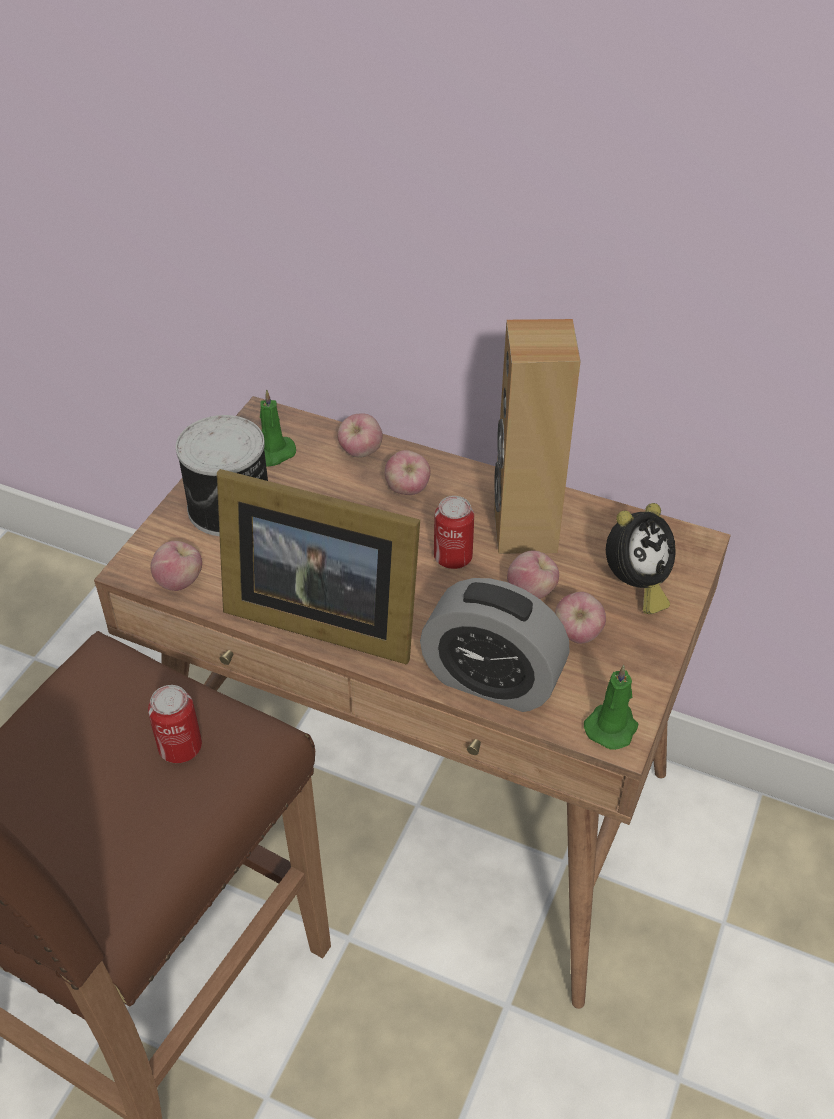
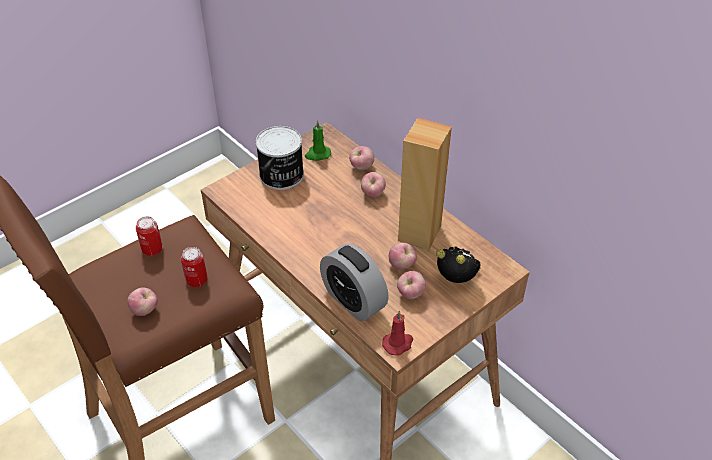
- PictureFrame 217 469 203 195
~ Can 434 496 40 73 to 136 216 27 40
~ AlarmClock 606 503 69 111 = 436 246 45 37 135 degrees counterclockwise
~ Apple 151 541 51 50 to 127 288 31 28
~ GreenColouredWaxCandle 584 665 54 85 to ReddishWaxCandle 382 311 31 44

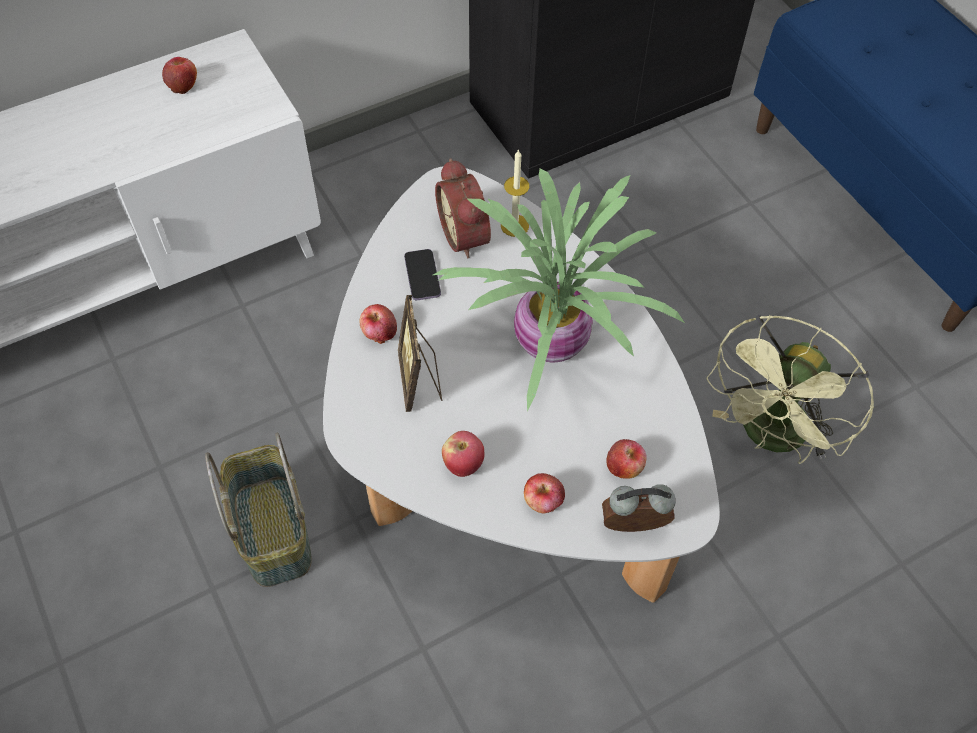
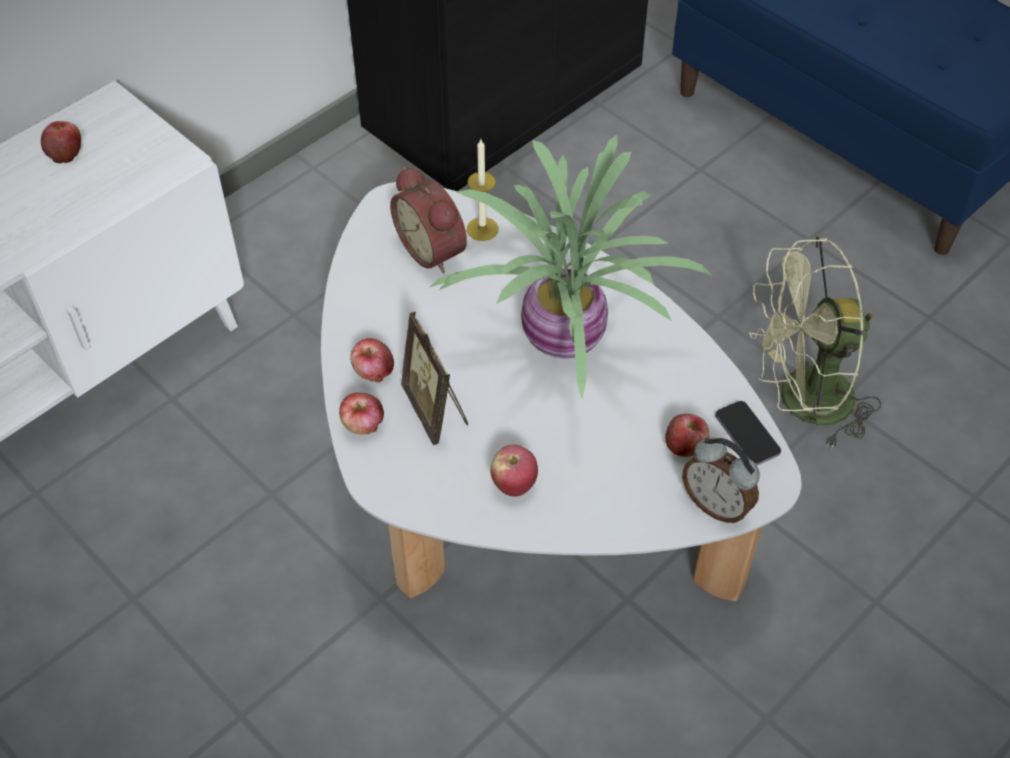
~ Handset 404 249 37 51 to 715 401 66 64
~ GreenColouredCoolingFan 706 315 168 149 = 749 237 132 213 60 degrees clockwise
- StorageBasket 205 433 107 154
~ Apple 524 473 41 40 to 339 392 45 43
~ AlarmClock 602 484 74 48 = 682 437 78 86 120 degrees counterclockwise

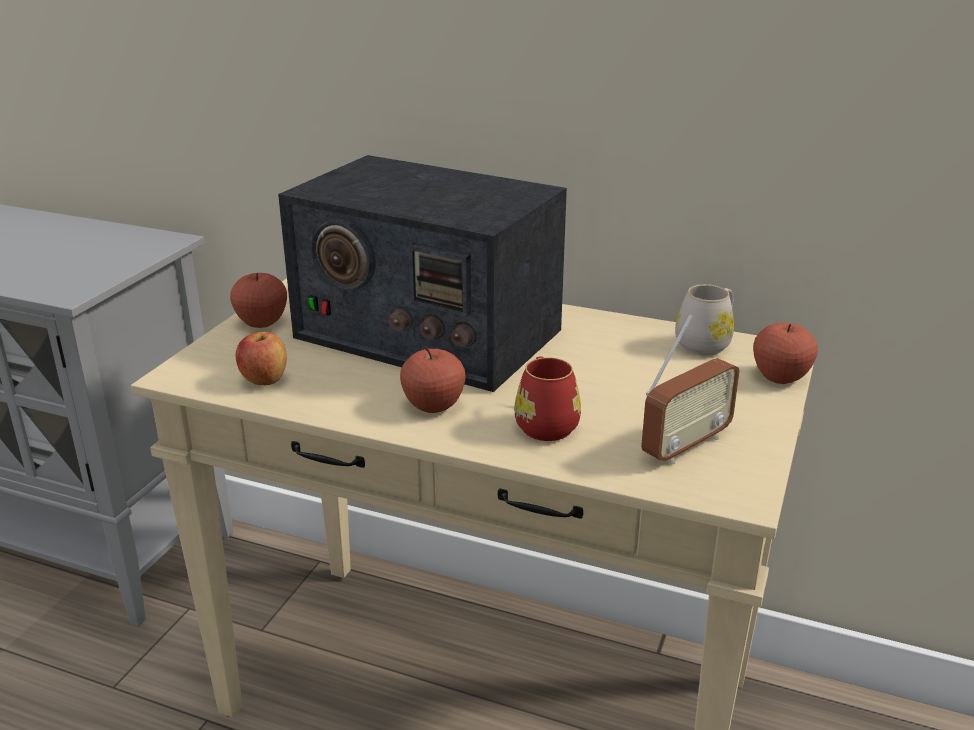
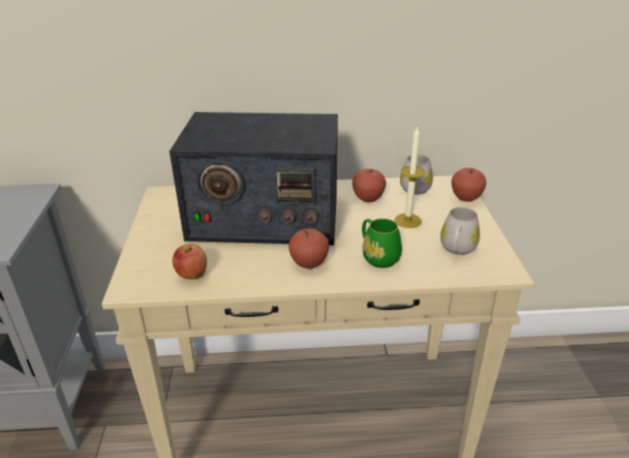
~ Apple 230 273 57 55 to 352 169 34 33
~ Radio 641 314 99 150 to WhitishTeaMug 440 207 40 48
~ ReddishTeaMug 514 356 67 85 to GreenColouredTeaMug 362 218 40 50
+ WaxCandle 395 126 30 102

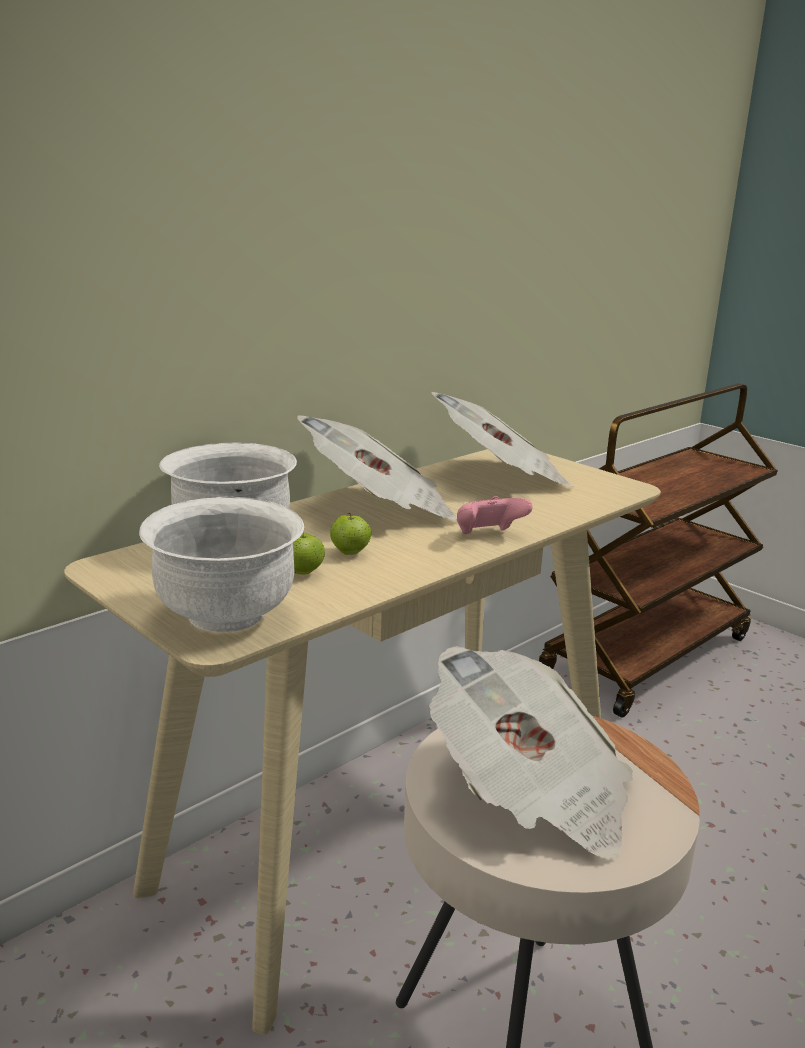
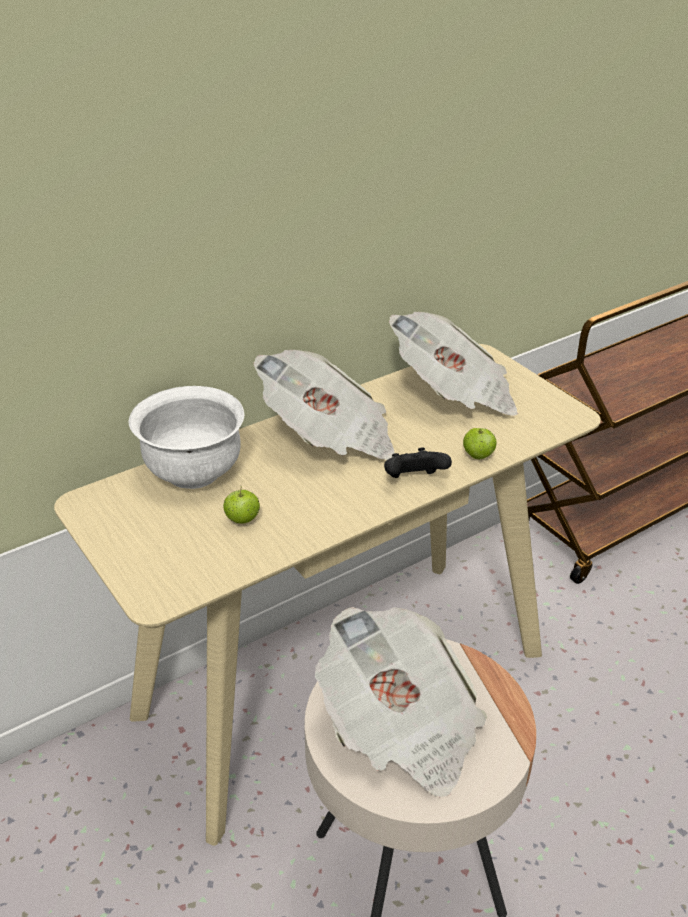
~ PinkJoypad 457 496 76 38 to BlackJoypad 384 447 68 31
- WhitishDeepDish 139 497 165 135
~ Apple 330 513 41 42 to 463 428 34 31

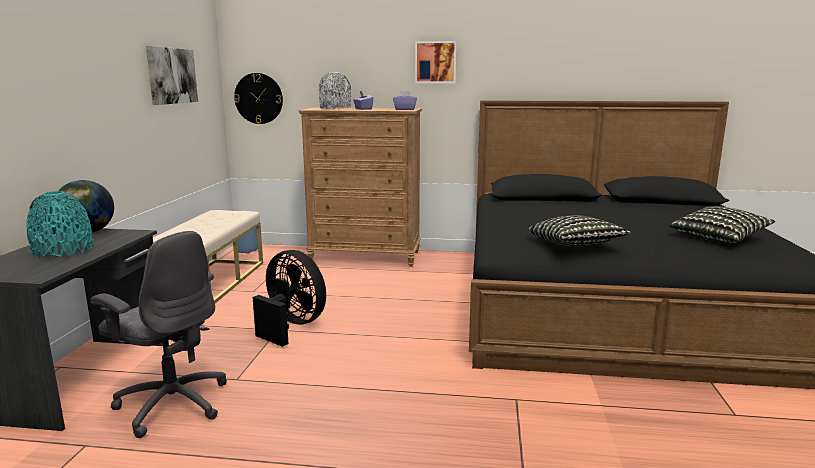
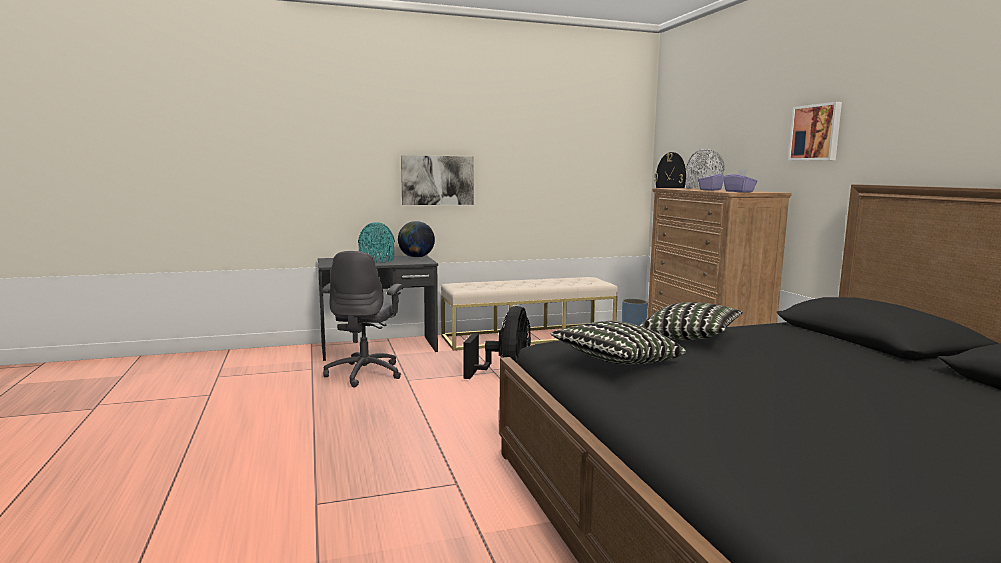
~ Picture 146 46 52 59 to 401 155 73 50
~ ThrowPillow 669 206 106 38 to 640 302 103 38

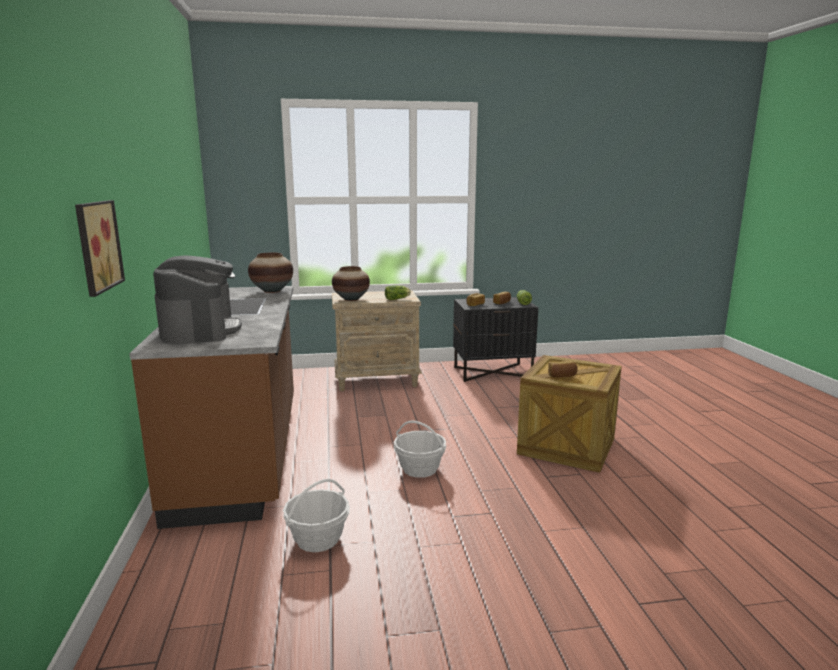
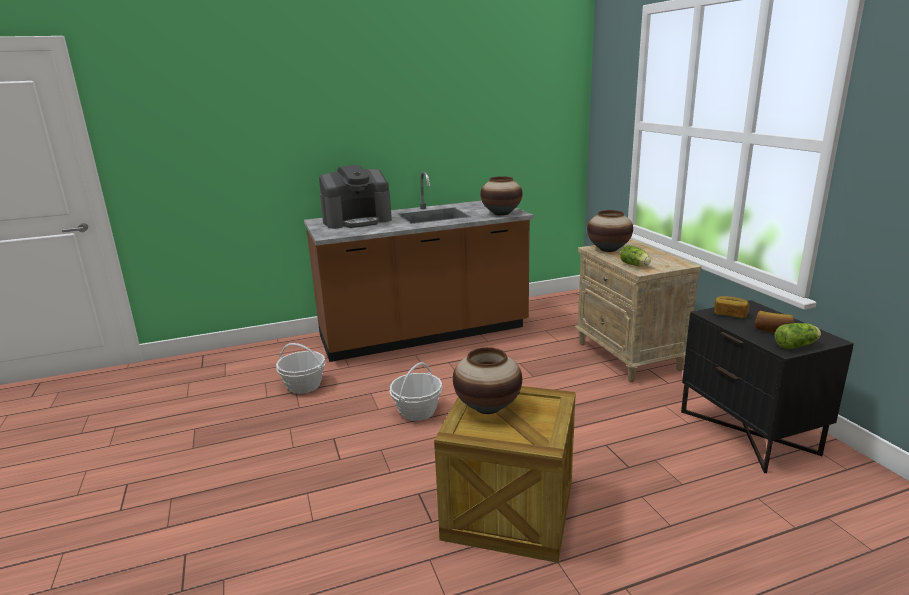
- Picture 75 200 50 97
~ Bread 548 361 30 17 to DecorativeVase 453 347 69 67

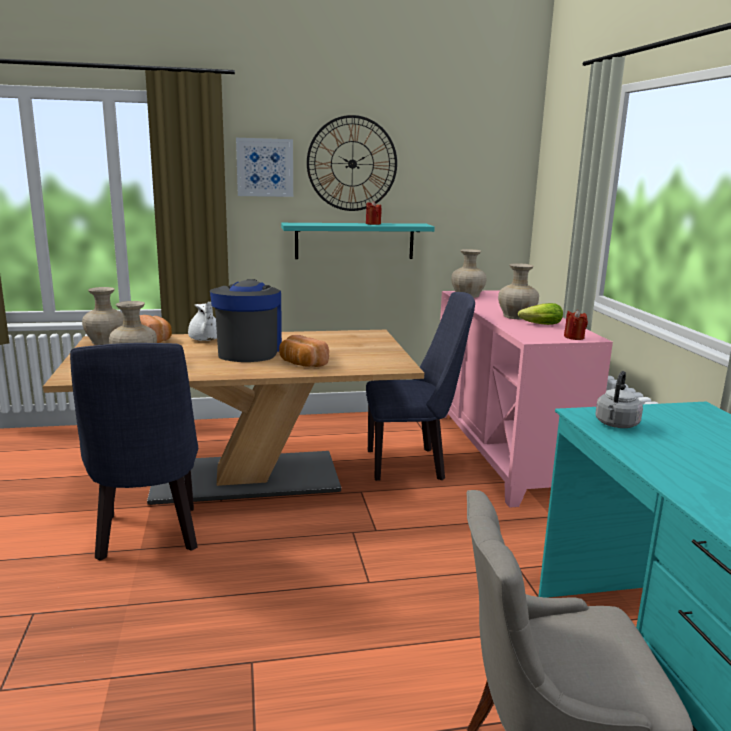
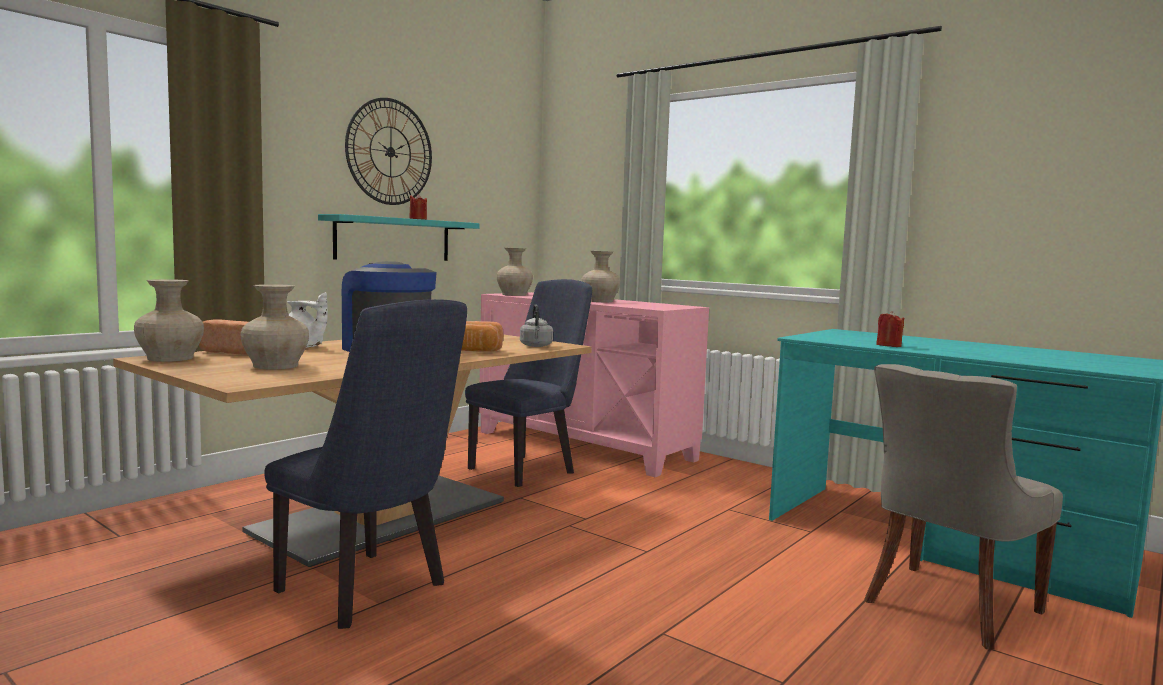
- Picture 236 138 57 59
- LettuceHead 518 303 45 22
~ ReddishWaxCandle 564 310 24 30 to 876 311 28 36
~ GreyWaterKettle 595 371 48 57 to 520 304 33 43

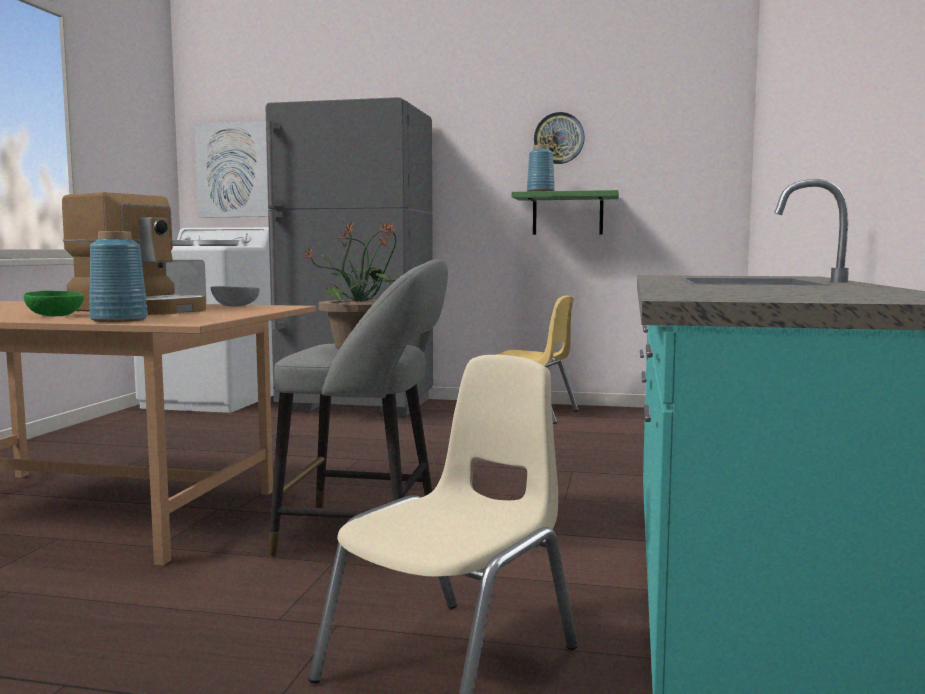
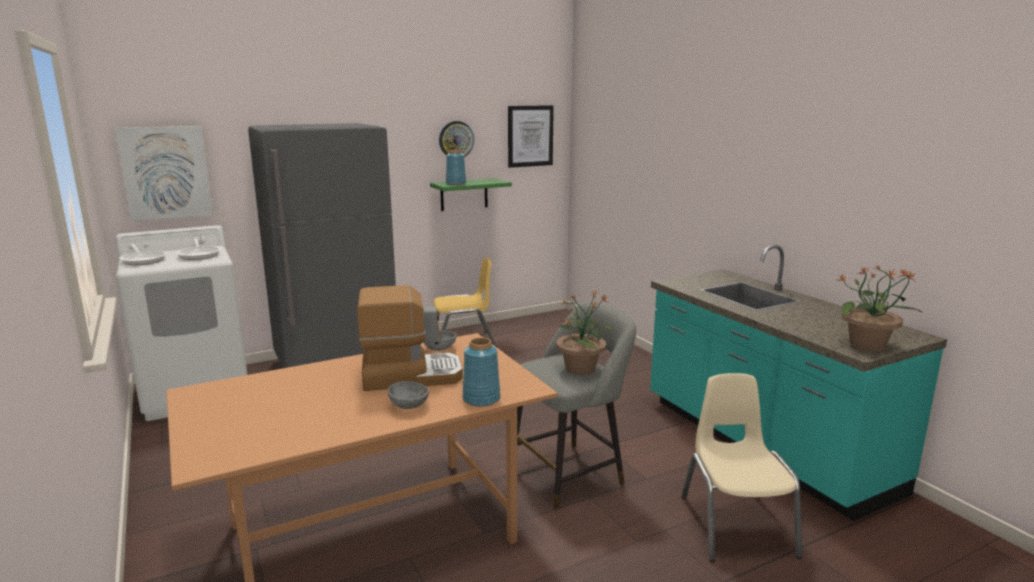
~ GreenColouredDeepDish 24 290 60 26 to GreyDeepDish 388 381 41 28
+ Picture 508 105 46 63
+ Houseplant 836 265 87 86

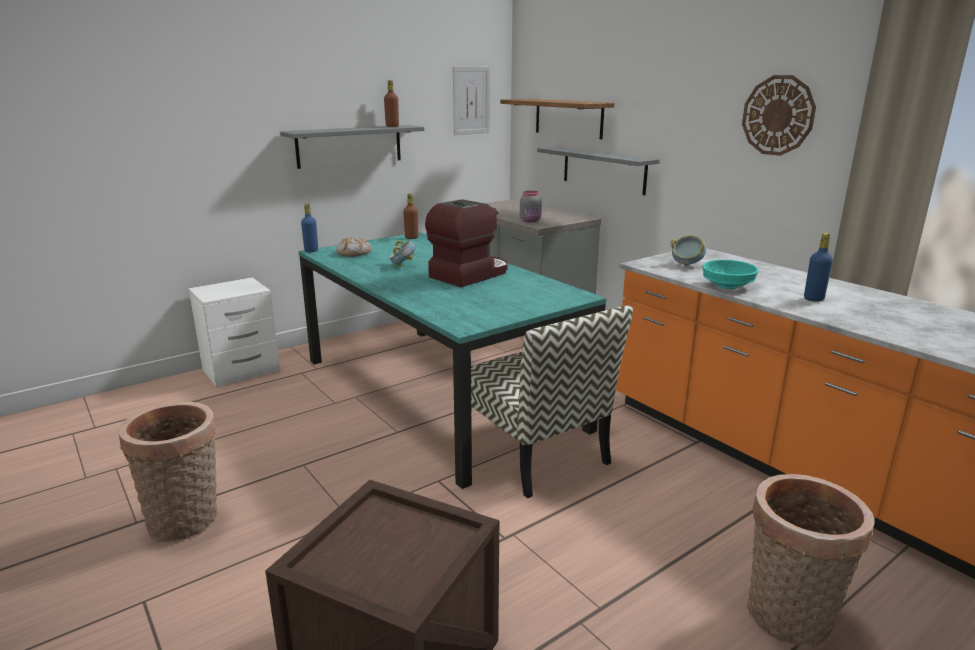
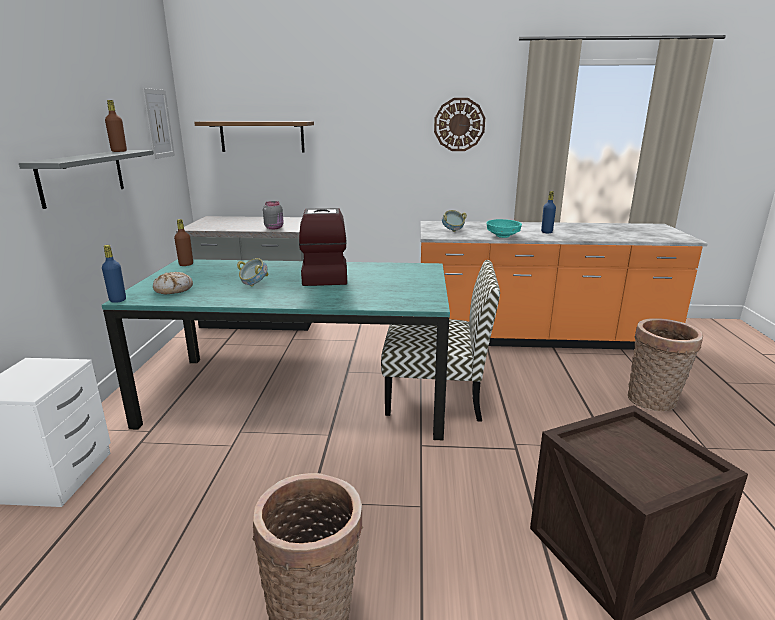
- GreyWallShelf 537 146 123 49

